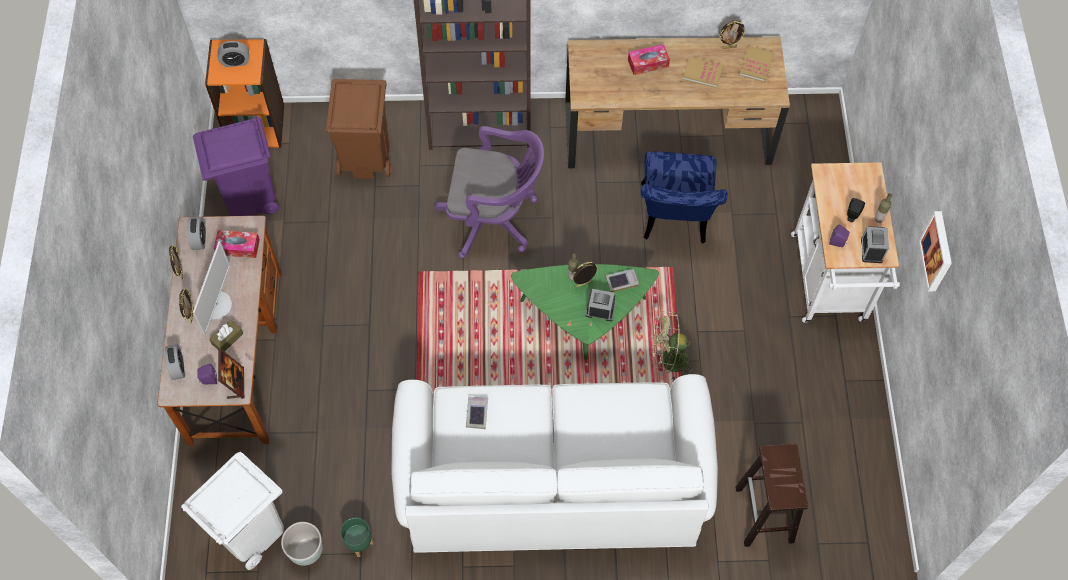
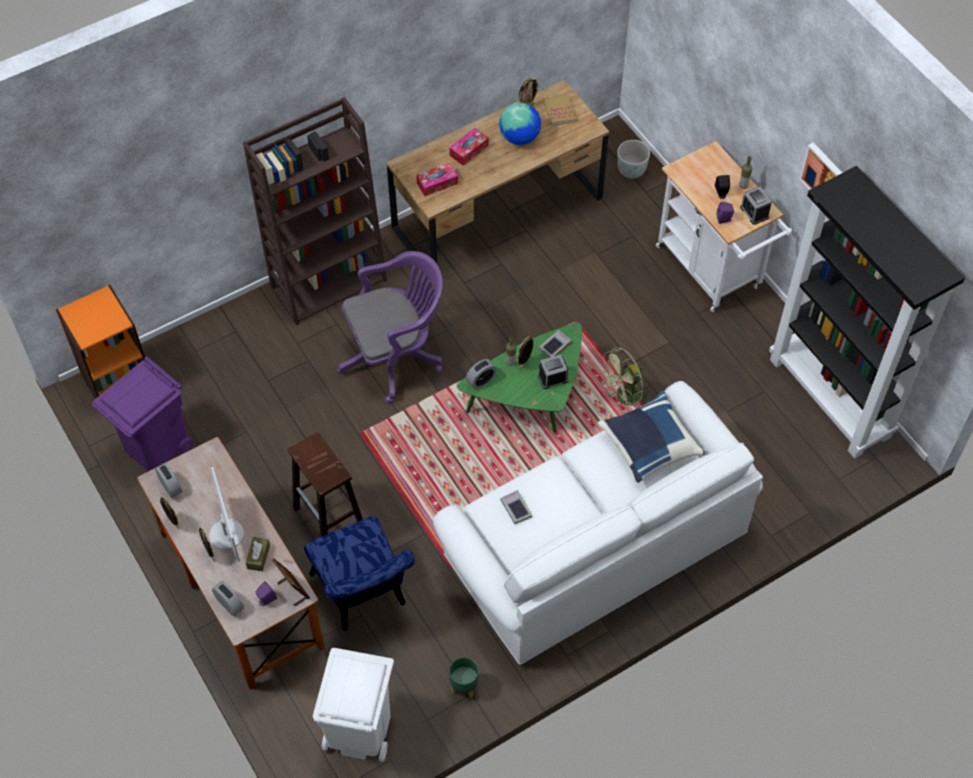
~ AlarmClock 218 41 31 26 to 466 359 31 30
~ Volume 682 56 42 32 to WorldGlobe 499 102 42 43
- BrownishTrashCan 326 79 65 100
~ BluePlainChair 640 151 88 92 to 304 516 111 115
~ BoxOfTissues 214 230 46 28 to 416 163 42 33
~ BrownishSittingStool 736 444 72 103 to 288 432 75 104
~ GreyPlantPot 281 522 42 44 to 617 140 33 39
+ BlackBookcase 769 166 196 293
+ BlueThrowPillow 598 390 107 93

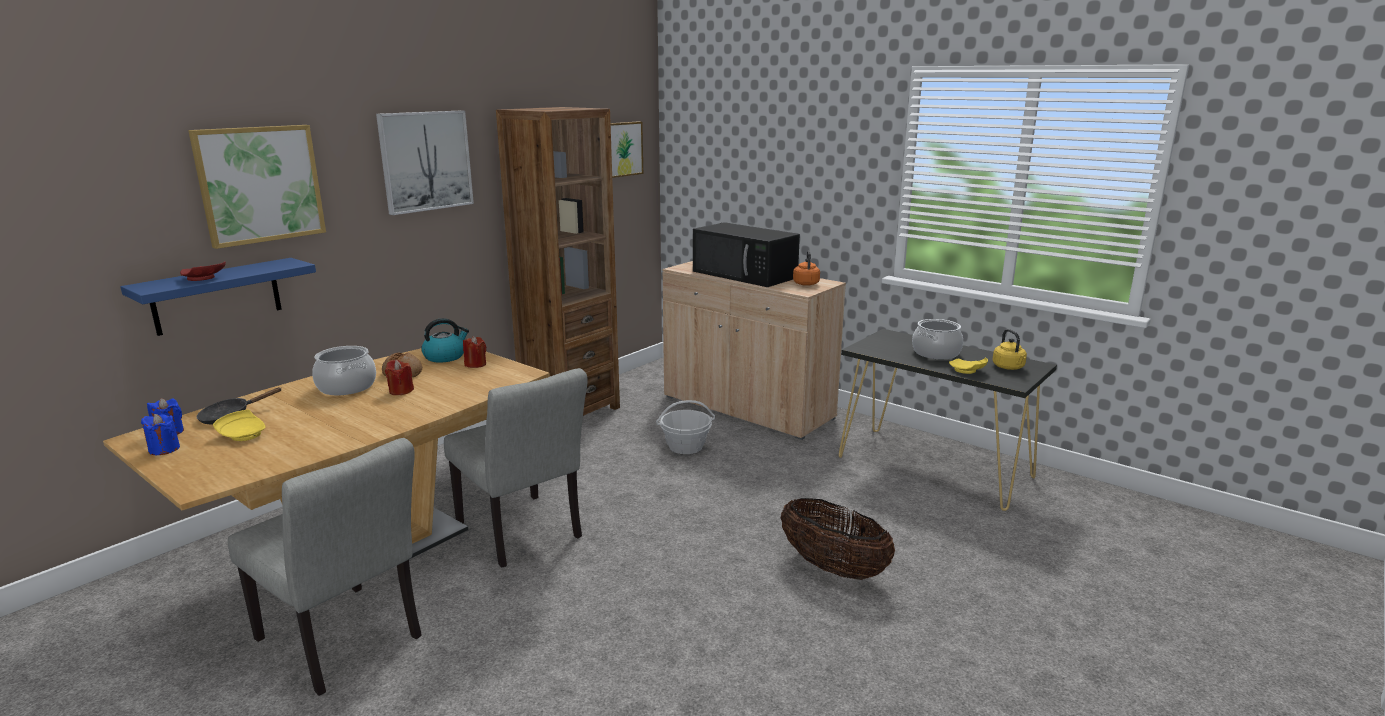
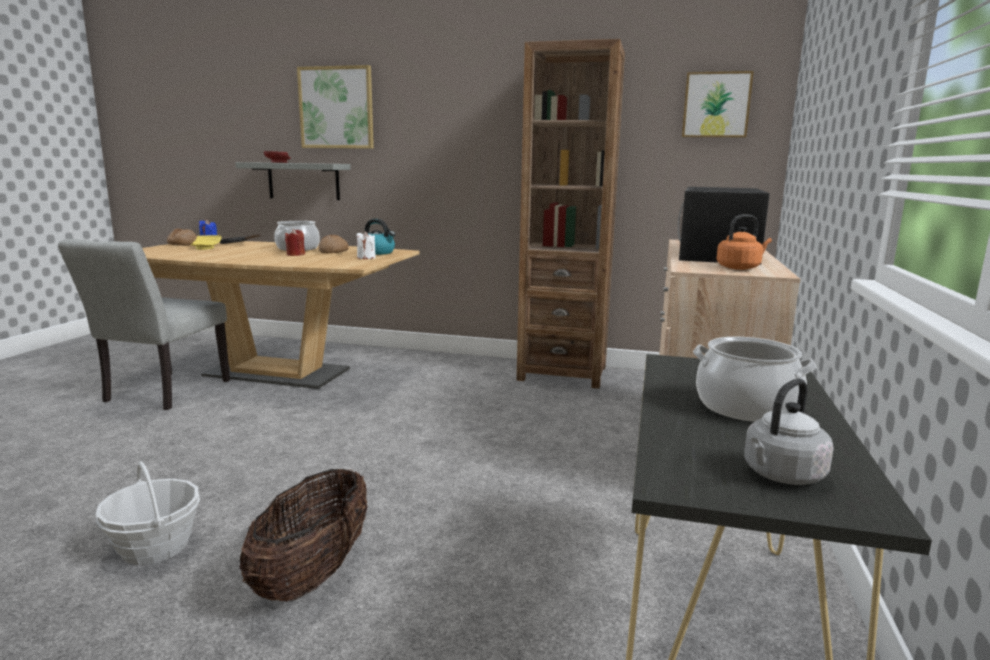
- Picture 376 111 98 104
~ BlueWallShelf 120 258 196 78 to GreyWallShelf 236 162 115 38
~ YellowColouredWaterKettle 992 329 35 41 to GreyWaterKettle 744 378 90 107
~ ReddishWaxCandle 463 336 23 32 to WhitishWaxCandle 356 231 20 28
- YellowColouredPlate 949 357 39 17
- GreyPlainChair 444 368 144 200
~ StorageBasket 656 400 59 54 to 96 461 104 104
~ BlueWaxCandle 141 414 39 41 to Bread 167 229 30 17

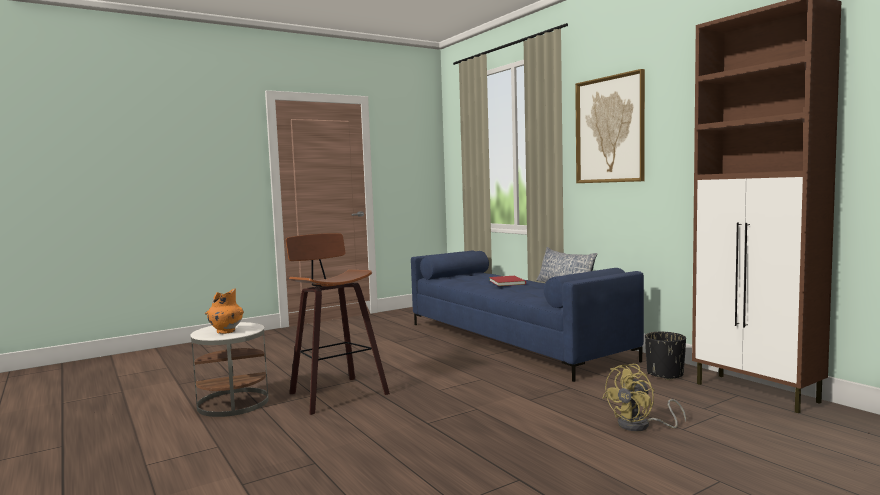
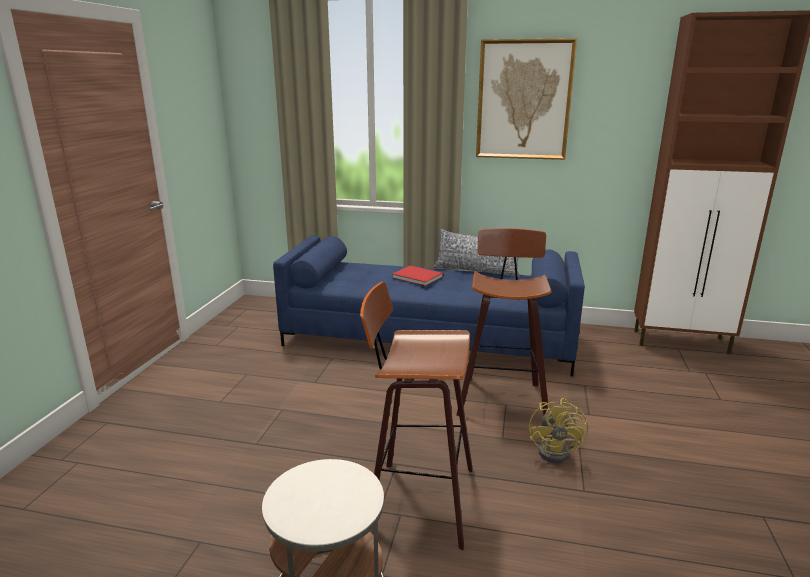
- OrangeDecorativeVase 205 288 39 46
- BlackPlantPot 645 332 41 48
~ YellowColouredCoolingFan 603 364 83 67 to 529 398 59 65
+ SittingStool 456 228 96 188

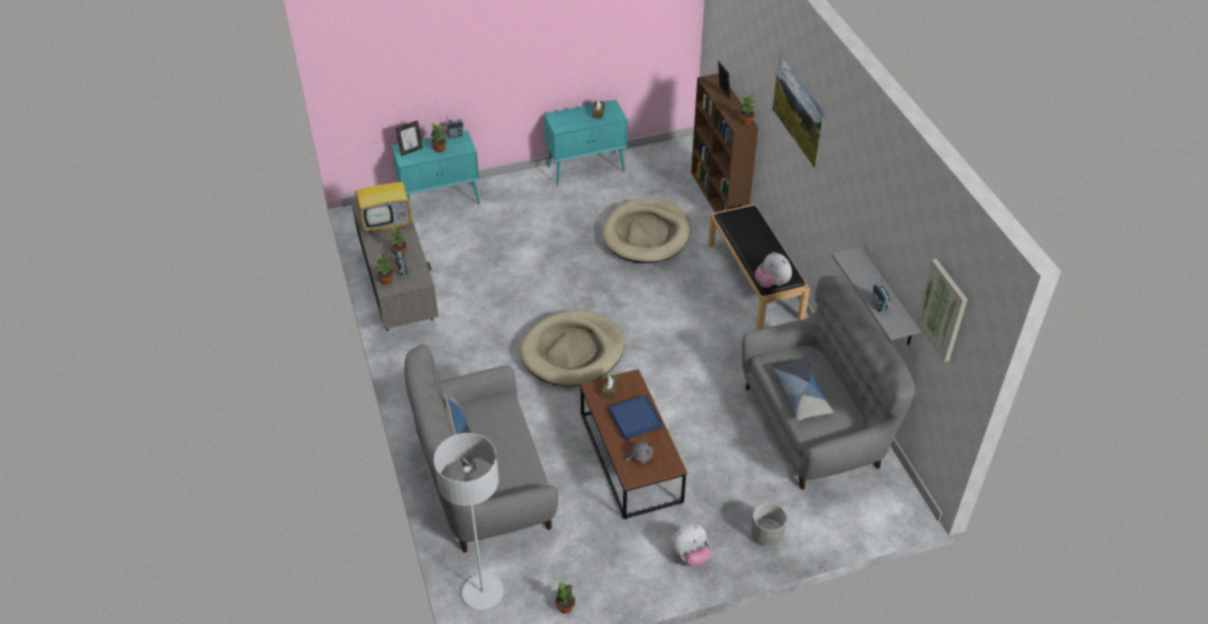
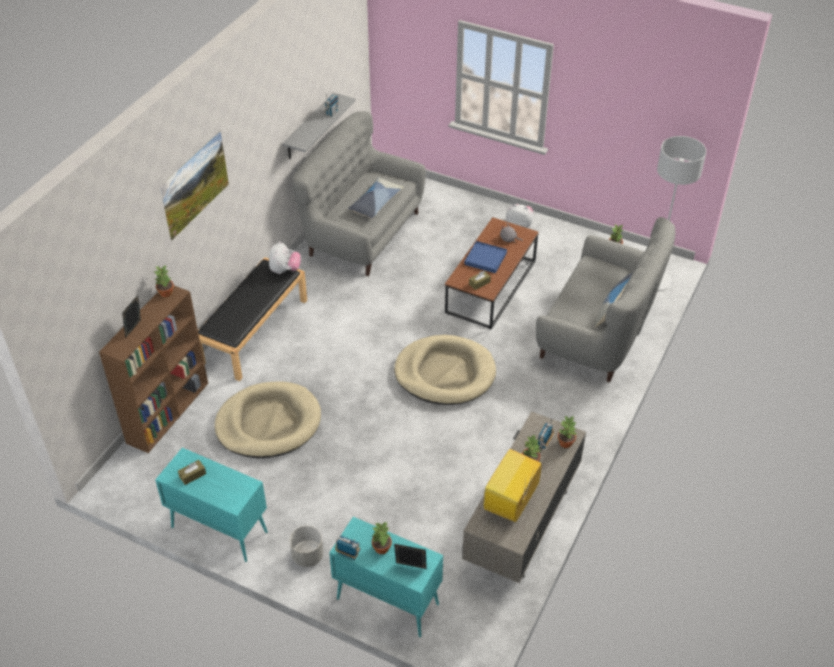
~ Television 355 164 57 69 = 484 449 58 73 90 degrees counterclockwise
- Picture 915 259 53 103
~ GreyPlantPot 751 503 36 43 to 290 526 33 41

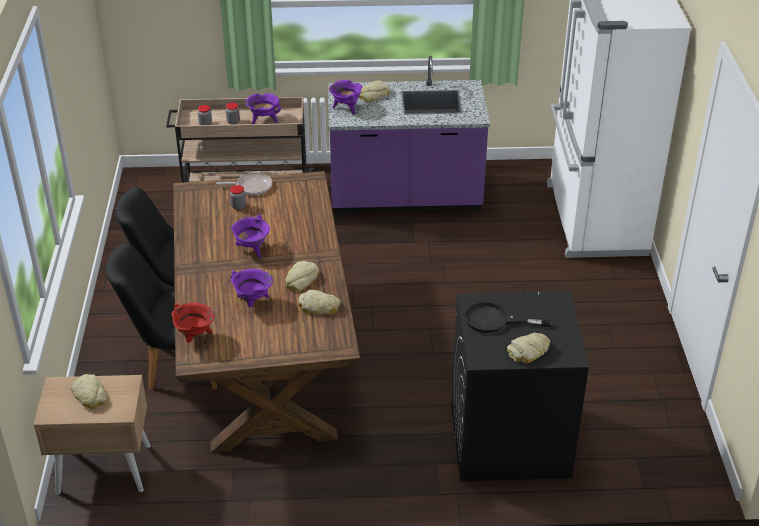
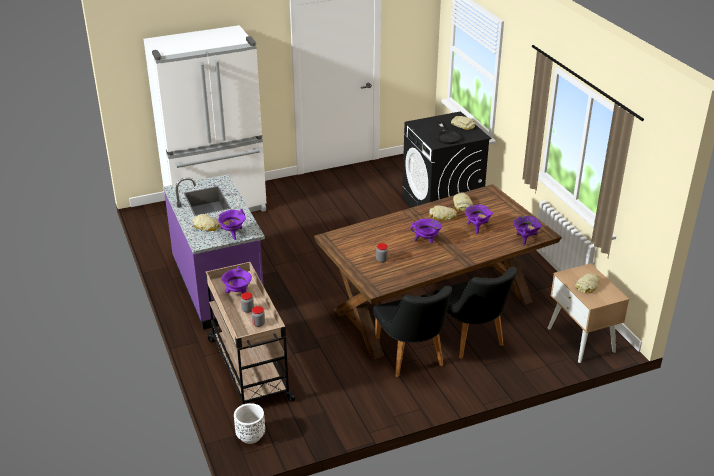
- Skillet 216 173 56 22
~ ReddishSaucepot 171 303 44 40 to PurpleColouredSaucepot 513 216 29 30
+ WhitishPlantPot 234 403 31 41

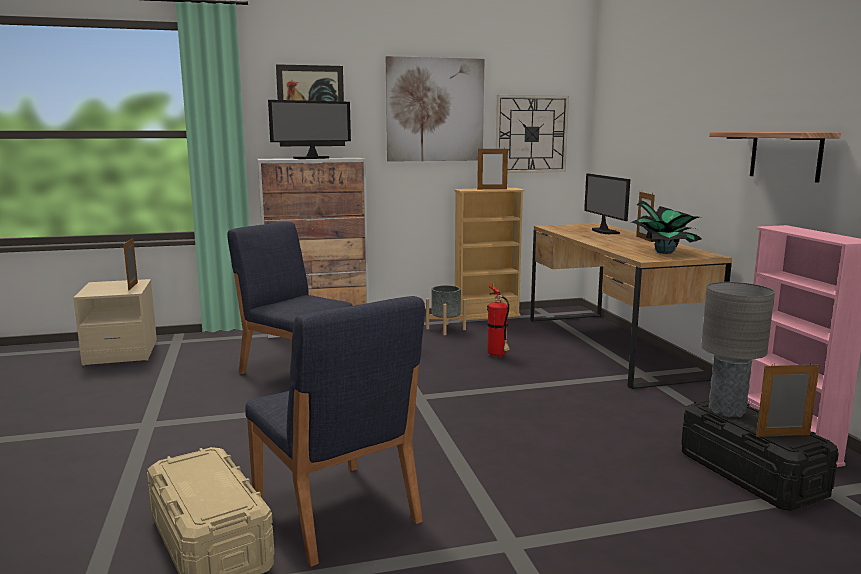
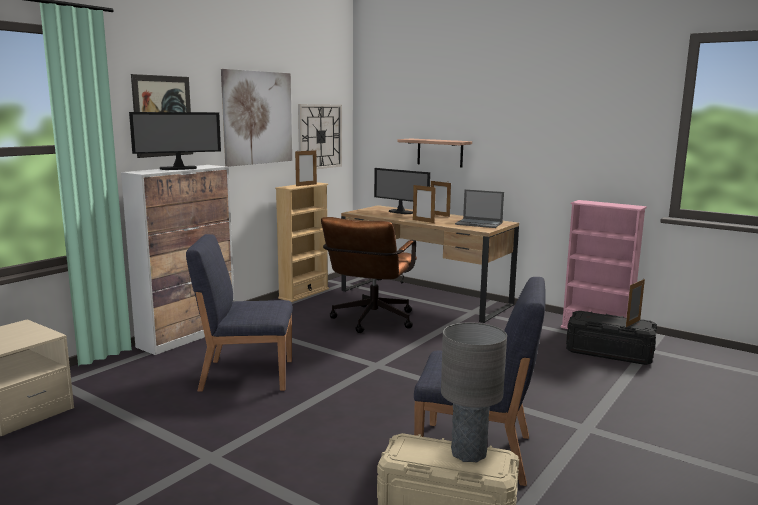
~ ComputerDisplay 268 100 83 59 = 129 112 92 58 45 degrees clockwise
~ WallShelf 709 132 132 51 to 397 138 75 30
~ Houseplant 631 200 71 54 to Laptop 455 189 49 39
~ PictureFrame 123 238 15 53 to 413 184 23 39
~ GreyTableLamp 701 282 74 135 to 441 322 66 140
~ FireFightingCylinder 487 283 23 74 to BrownishOfficeChair 321 217 96 116
- GreyPlantPot 426 285 40 50

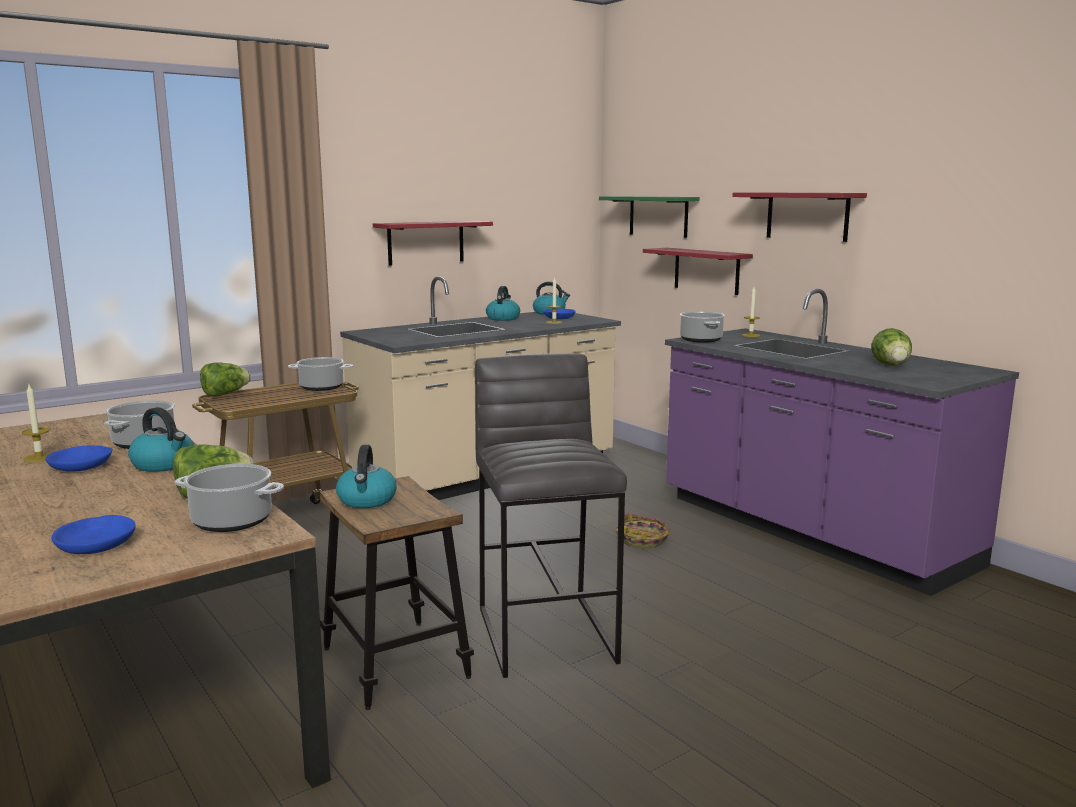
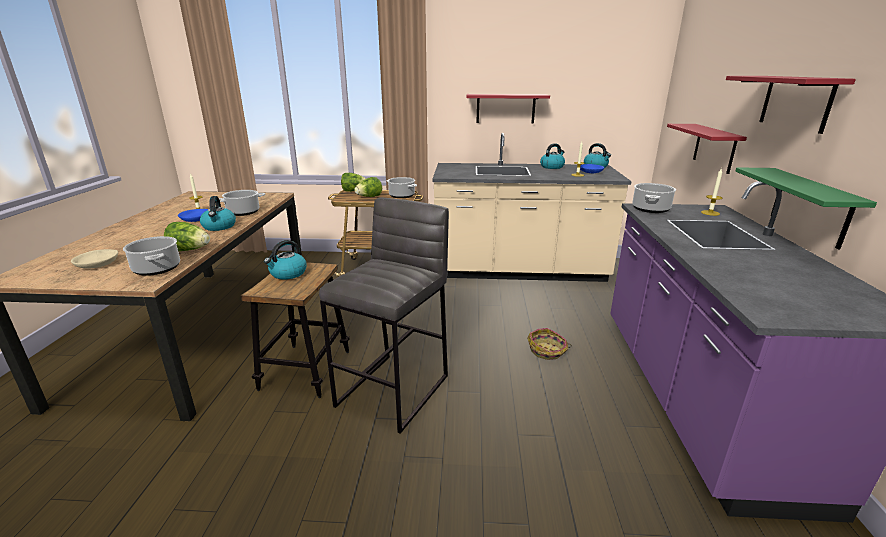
~ GreenColouredWallShelf 599 196 101 42 to 735 168 142 82
~ LettuceHead 871 328 41 37 to 354 177 28 20
~ BlueDeepDish 51 515 85 39 to BeigeColouredDeepDish 71 249 47 20

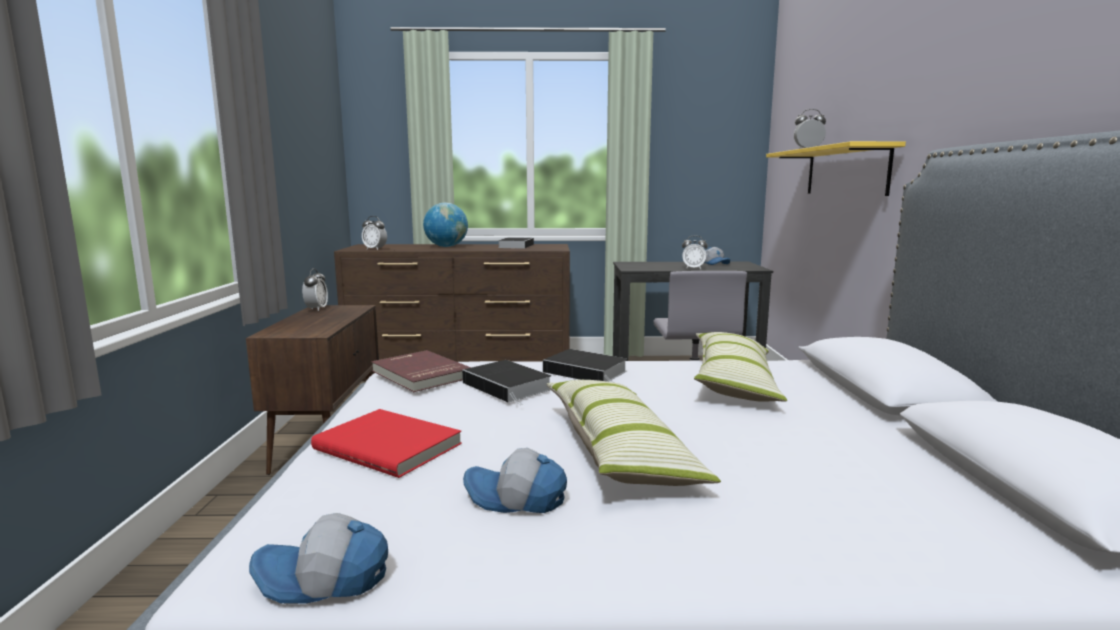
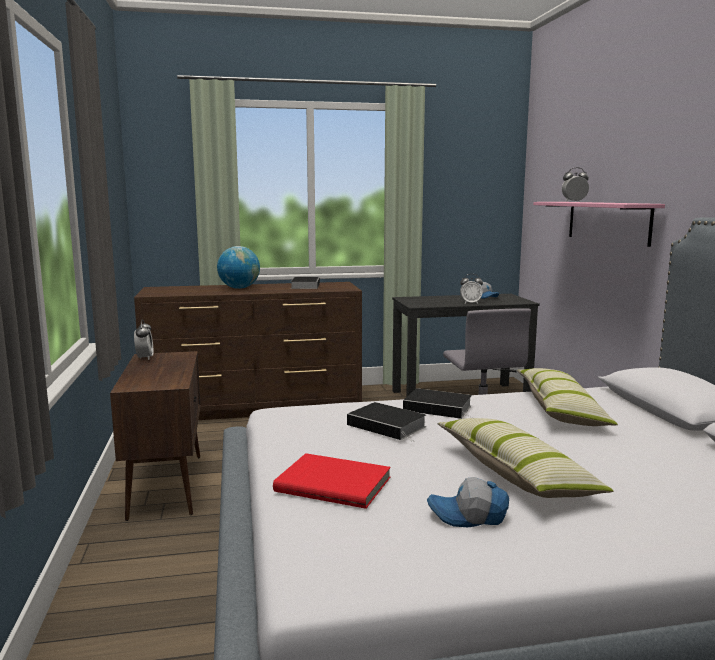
~ YellowColouredWallShelf 766 141 140 55 to PinkWallShelf 533 202 132 45
- AlarmClock 362 216 25 34
- ReddishVolume 372 350 99 42
- PeakedCap 249 513 139 90

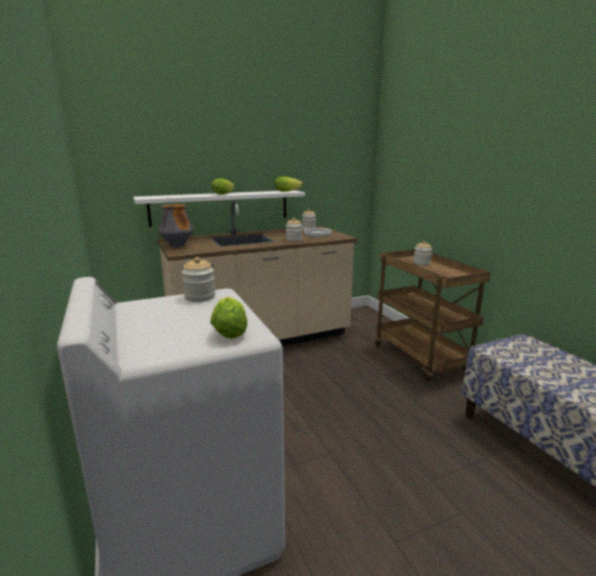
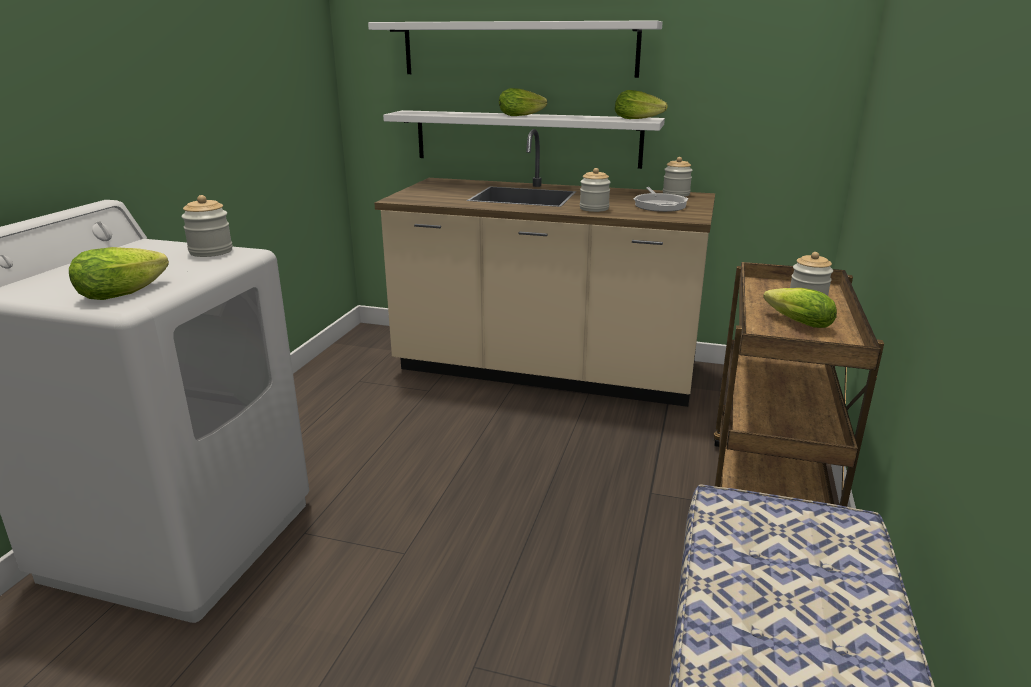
- DecorativeVase 158 204 36 44
+ WhitishWallShelf 368 20 295 58
+ LettuceHead 763 288 74 40

